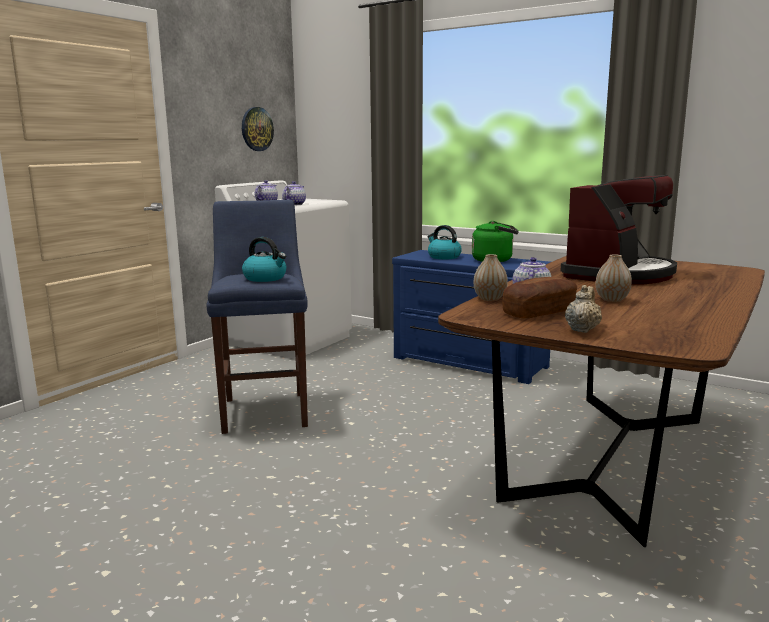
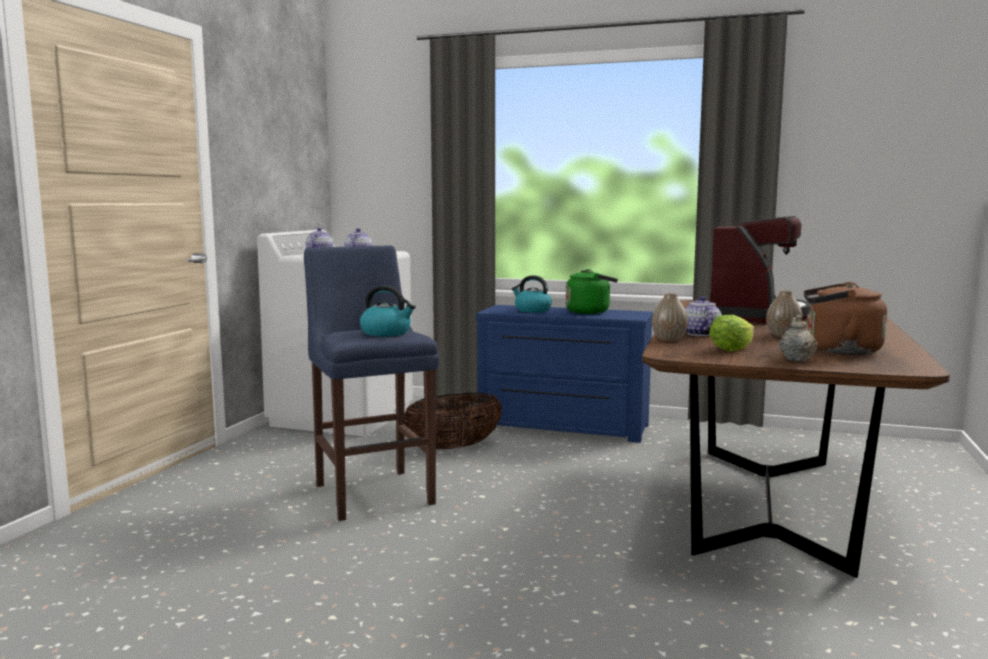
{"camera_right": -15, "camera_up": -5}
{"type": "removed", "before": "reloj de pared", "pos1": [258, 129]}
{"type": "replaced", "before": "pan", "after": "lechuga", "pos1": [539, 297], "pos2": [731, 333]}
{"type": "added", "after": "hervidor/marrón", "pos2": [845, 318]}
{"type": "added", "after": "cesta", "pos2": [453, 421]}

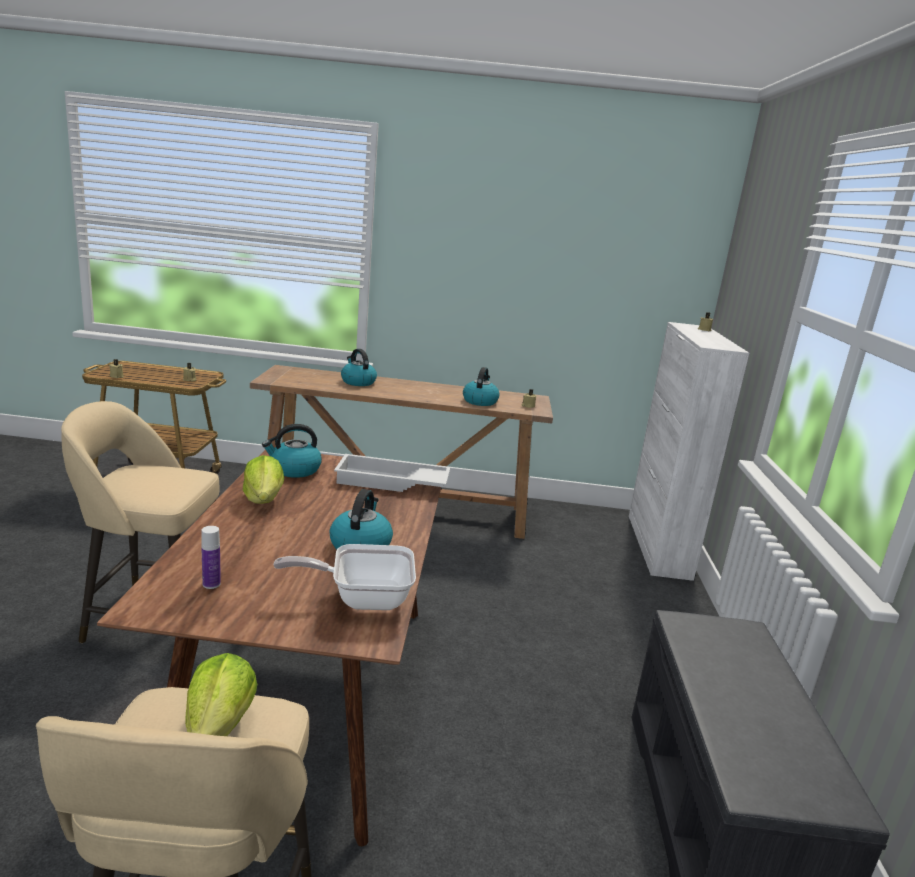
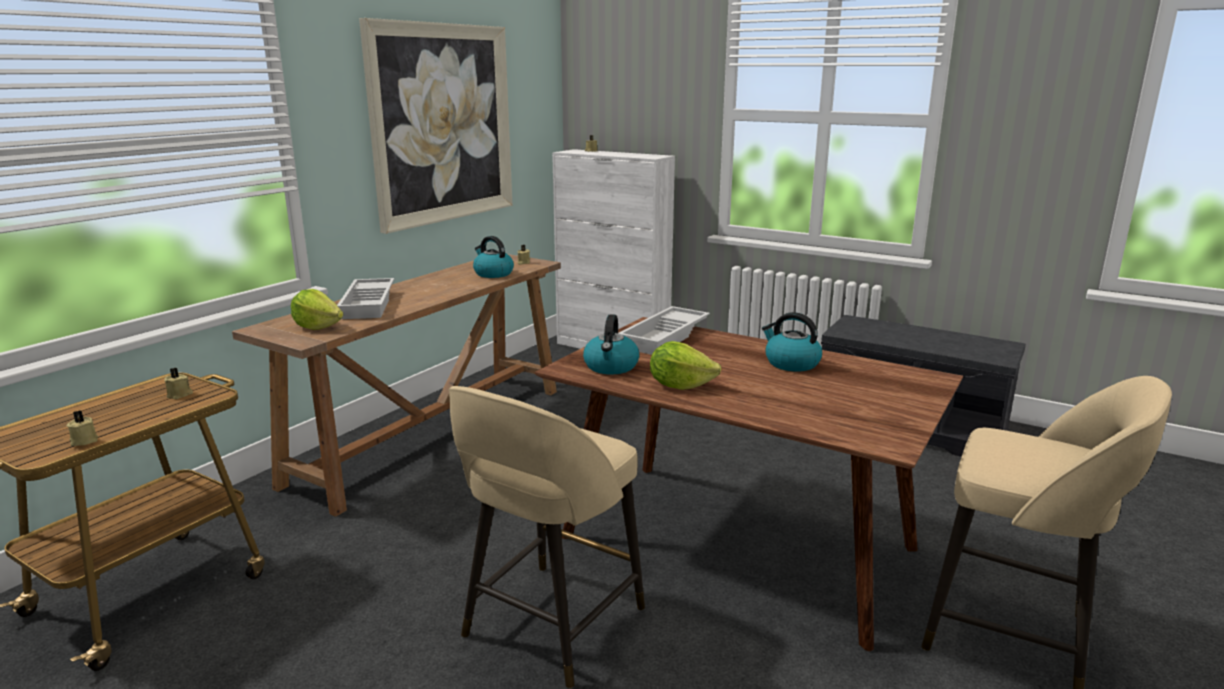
{"camera_right": -60, "camera_up": 0}
{"type": "replaced", "before": "hervidor", "after": "bandeja/blanco", "pos1": [359, 367], "pos2": [365, 298]}
{"type": "removed", "before": "botella", "pos1": [211, 557]}
{"type": "removed", "before": "sartén", "pos1": [345, 577]}
{"type": "moved", "before": "lechuga", "pos1": [221, 694], "pos2": [317, 309]}
{"type": "added", "after": "cuadro", "pos2": [436, 126]}

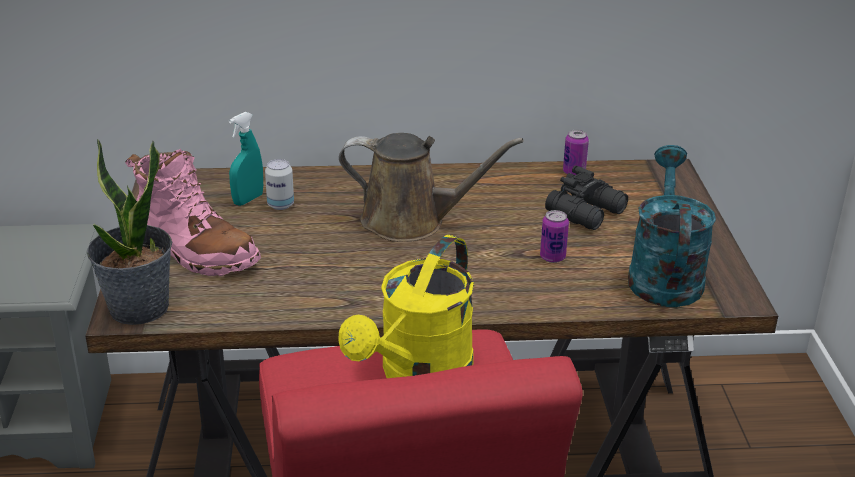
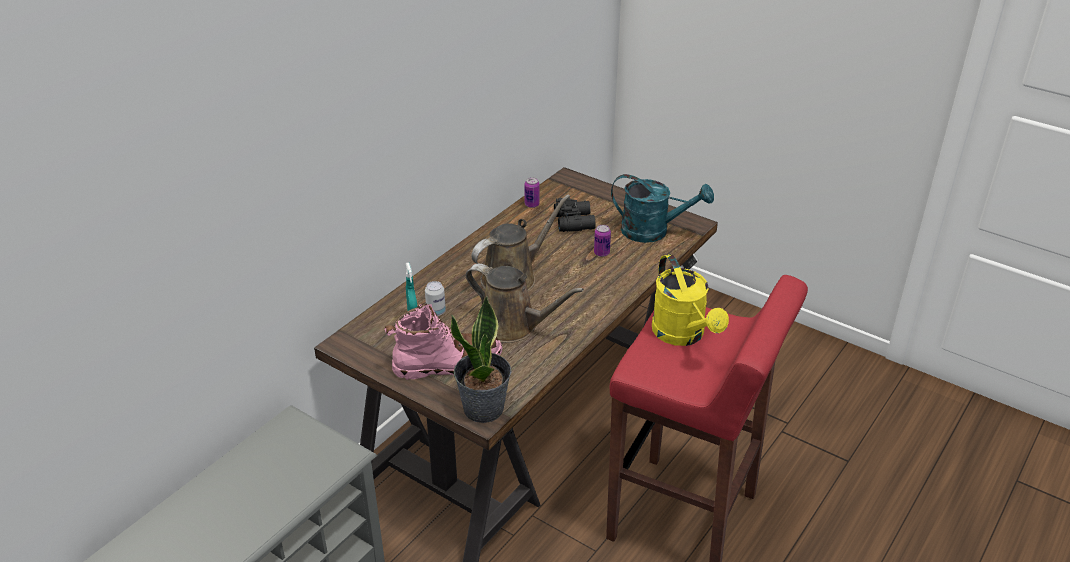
{"camera_right": -50, "camera_up": 5}
{"type": "turned", "before": "regadera/turquesa", "pos1": [672, 226], "pos2": [662, 208], "turn": 150}
{"type": "added", "after": "regadera/marrón", "pos2": [525, 303]}

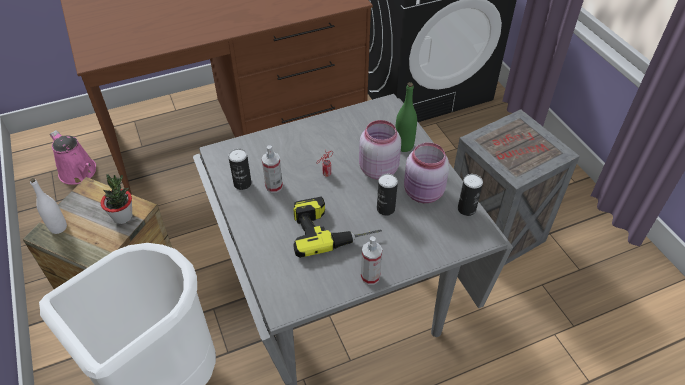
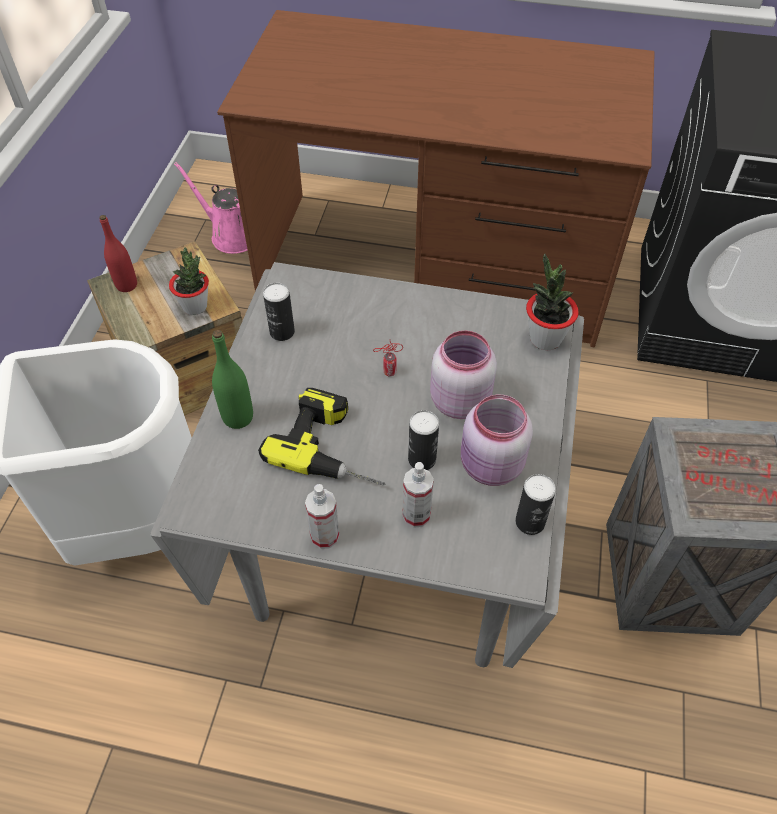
{"camera_right": 35, "camera_up": 5}
{"type": "moved", "before": "botella/verde", "pos1": [406, 117], "pos2": [232, 379]}
{"type": "turned", "before": "regadera/rosa", "pos1": [73, 157], "pos2": [211, 208], "turn": 135}
{"type": "moved", "before": "pulverizador", "pos1": [272, 169], "pos2": [418, 494]}
{"type": "recoloured", "before": "botella/blanco", "after": "botella/rojo", "pos1": [48, 206], "pos2": [118, 253]}
{"type": "added", "after": "planta en maceta", "pos2": [552, 302]}

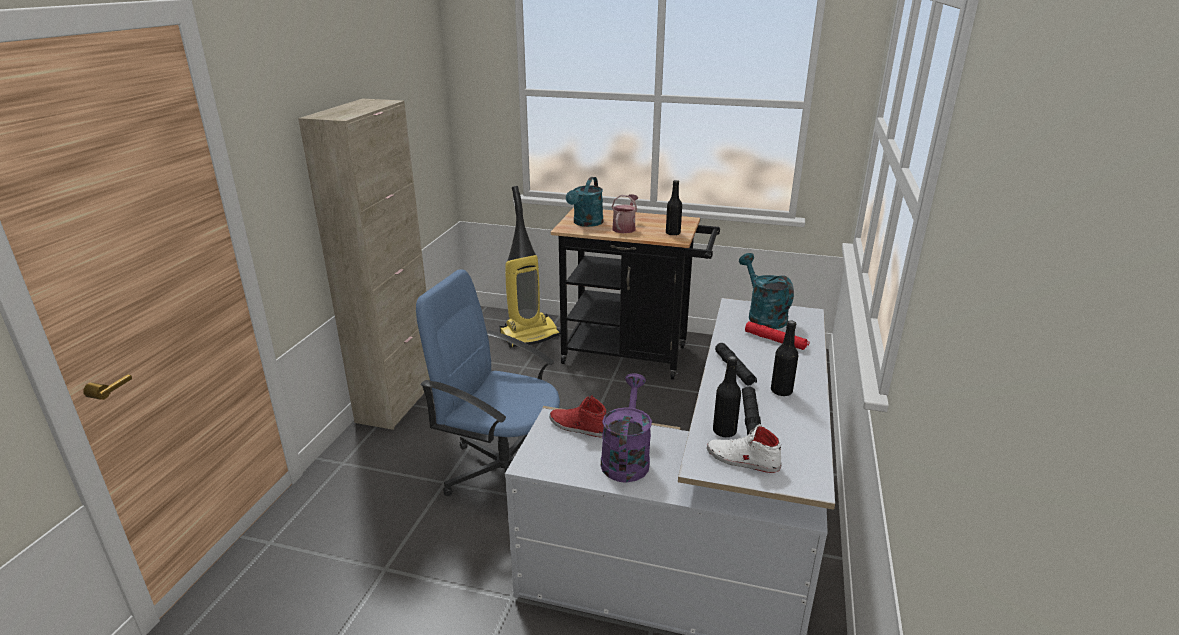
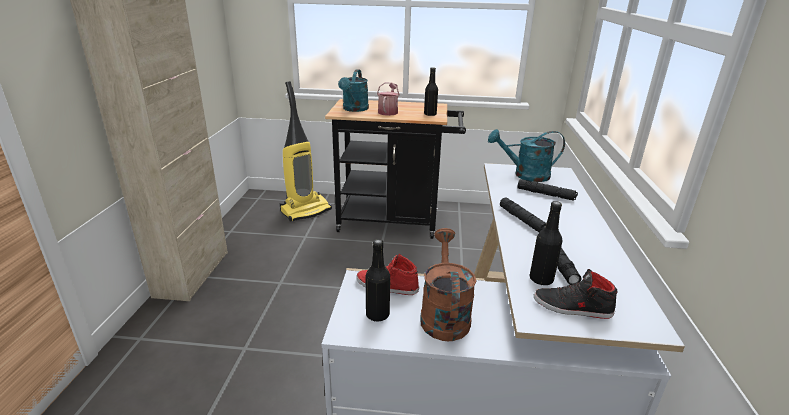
{"camera_right": -10, "camera_up": 0}
{"type": "turned", "before": "regadera/turquesa", "pos1": [766, 291], "pos2": [526, 155], "turn": -60}
{"type": "removed", "before": "silla de oficina/azul", "pos1": [488, 382]}
{"type": "recoloured", "before": "linterna/rojo", "after": "linterna/negro", "pos1": [777, 335], "pos2": [547, 190]}
{"type": "moved", "before": "botella/negro", "pos1": [785, 358], "pos2": [378, 280]}
{"type": "recoloured", "before": "regadera/morado", "after": "regadera/marrón", "pos1": [626, 427], "pos2": [448, 284]}
{"type": "recoloured", "before": "zapato/blanco", "after": "zapato/negro", "pos1": [744, 448], "pos2": [576, 294]}

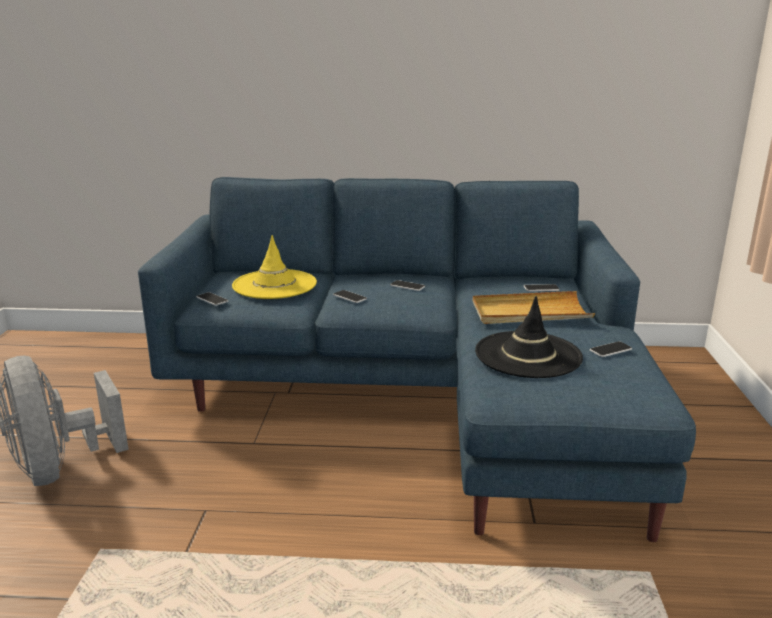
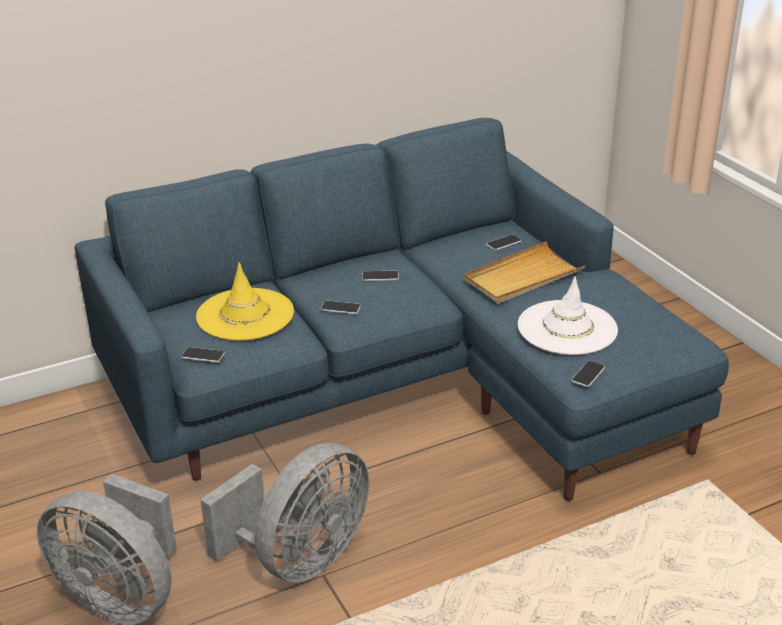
{"camera_right": -30, "camera_up": 10}
{"type": "recoloured", "before": "sombrero/negro", "after": "sombrero/blanco", "pos1": [529, 337], "pos2": [568, 315]}
{"type": "moved", "before": "móvil", "pos1": [611, 349], "pos2": [588, 374]}
{"type": "added", "after": "ventilador/gris", "pos2": [284, 512]}

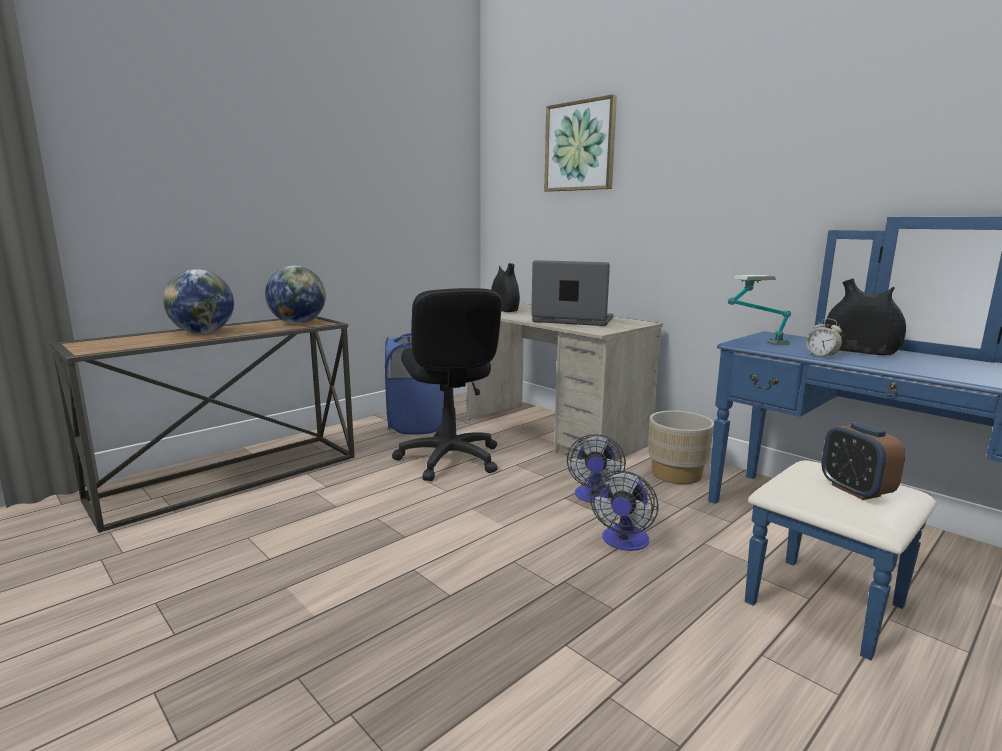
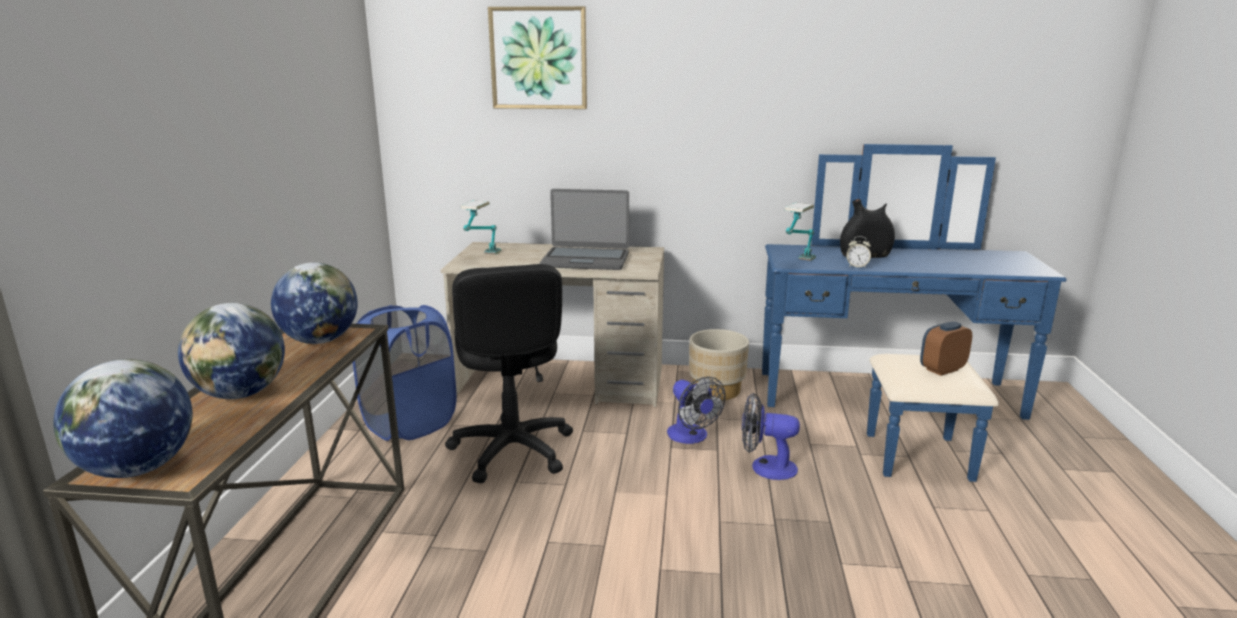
{"camera_right": -40, "camera_up": 5}
{"type": "turned", "before": "portátil", "pos1": [572, 293], "pos2": [584, 229], "turn": -150}
{"type": "replaced", "before": "florero/negro", "after": "lámpara de mesa", "pos1": [505, 287], "pos2": [480, 228]}
{"type": "turned", "before": "silla de oficina/negro", "pos1": [447, 384], "pos2": [509, 373], "turn": 45}
{"type": "turned", "before": "despertador", "pos1": [863, 461], "pos2": [946, 349], "turn": 120}
{"type": "turned", "before": "ventilador", "pos1": [624, 510], "pos2": [771, 436], "turn": 120}
{"type": "added", "after": "globo terráqueo", "pos2": [123, 418]}

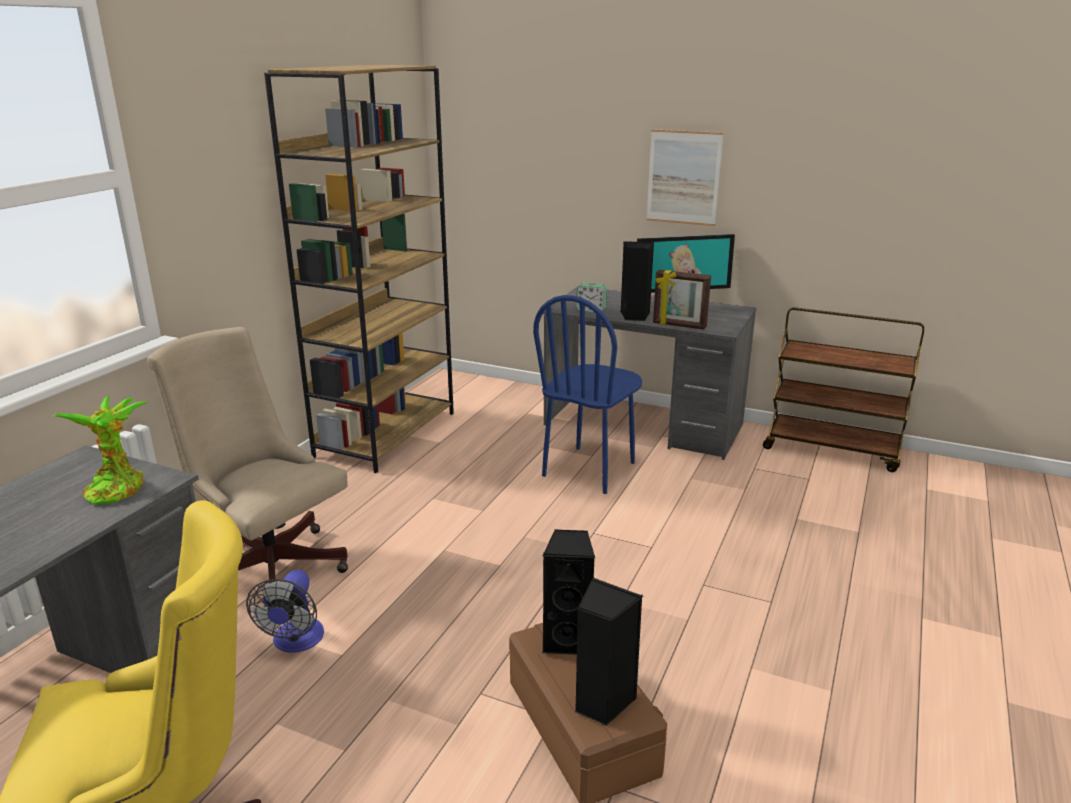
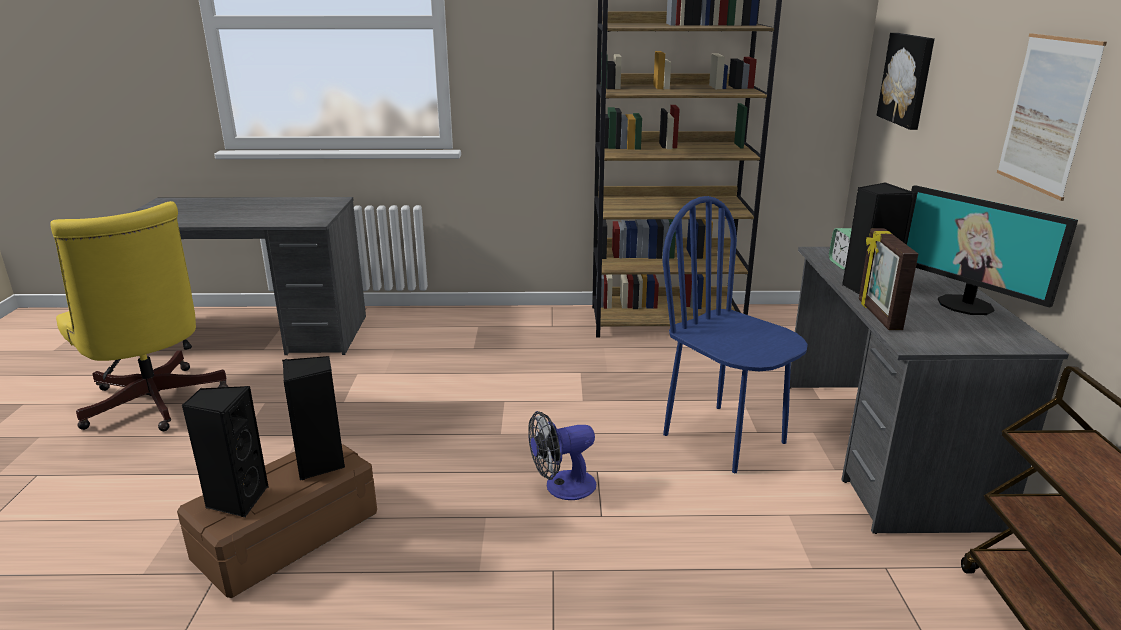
{"camera_right": 65, "camera_up": 0}
{"type": "turned", "before": "silla/azul", "pos1": [587, 394], "pos2": [735, 334], "turn": 45}
{"type": "removed", "before": "silla de oficina/beis", "pos1": [247, 467]}
{"type": "removed", "before": "planta en maceta", "pos1": [100, 450]}
{"type": "moved", "before": "ventilador", "pos1": [285, 611], "pos2": [562, 455]}
{"type": "added", "after": "cuadro", "pos2": [906, 81]}

